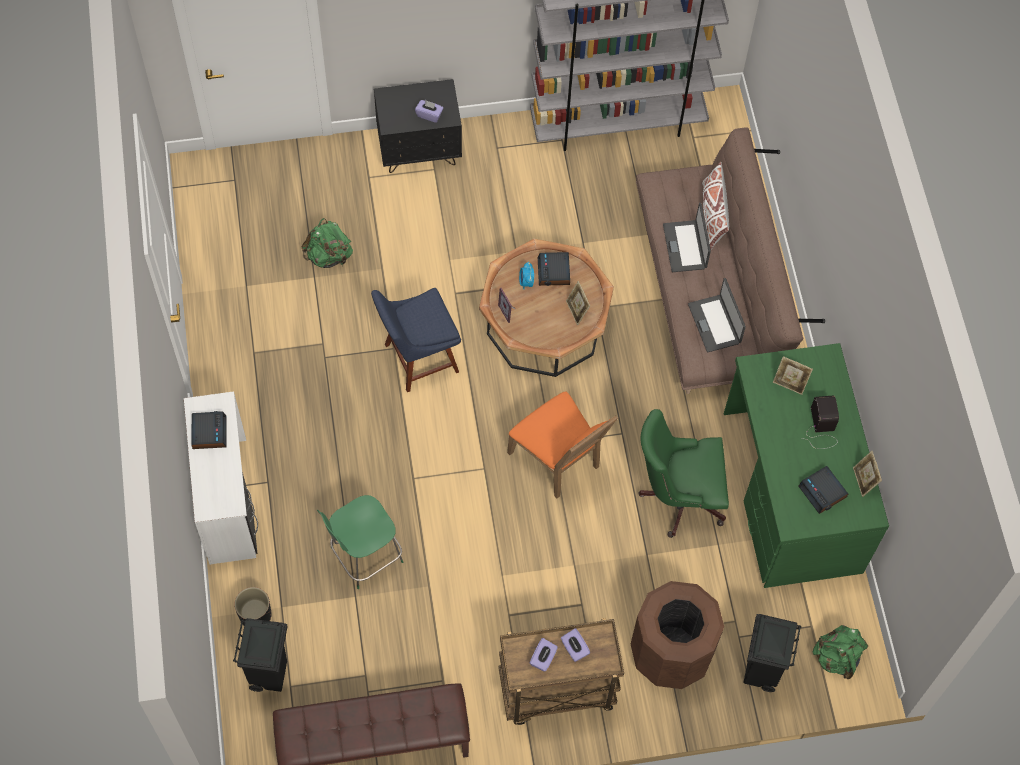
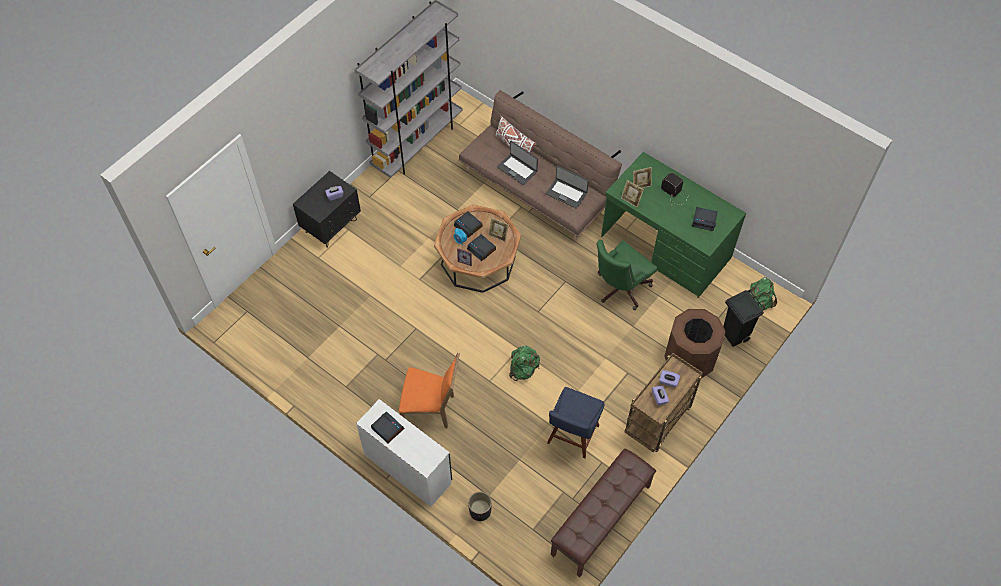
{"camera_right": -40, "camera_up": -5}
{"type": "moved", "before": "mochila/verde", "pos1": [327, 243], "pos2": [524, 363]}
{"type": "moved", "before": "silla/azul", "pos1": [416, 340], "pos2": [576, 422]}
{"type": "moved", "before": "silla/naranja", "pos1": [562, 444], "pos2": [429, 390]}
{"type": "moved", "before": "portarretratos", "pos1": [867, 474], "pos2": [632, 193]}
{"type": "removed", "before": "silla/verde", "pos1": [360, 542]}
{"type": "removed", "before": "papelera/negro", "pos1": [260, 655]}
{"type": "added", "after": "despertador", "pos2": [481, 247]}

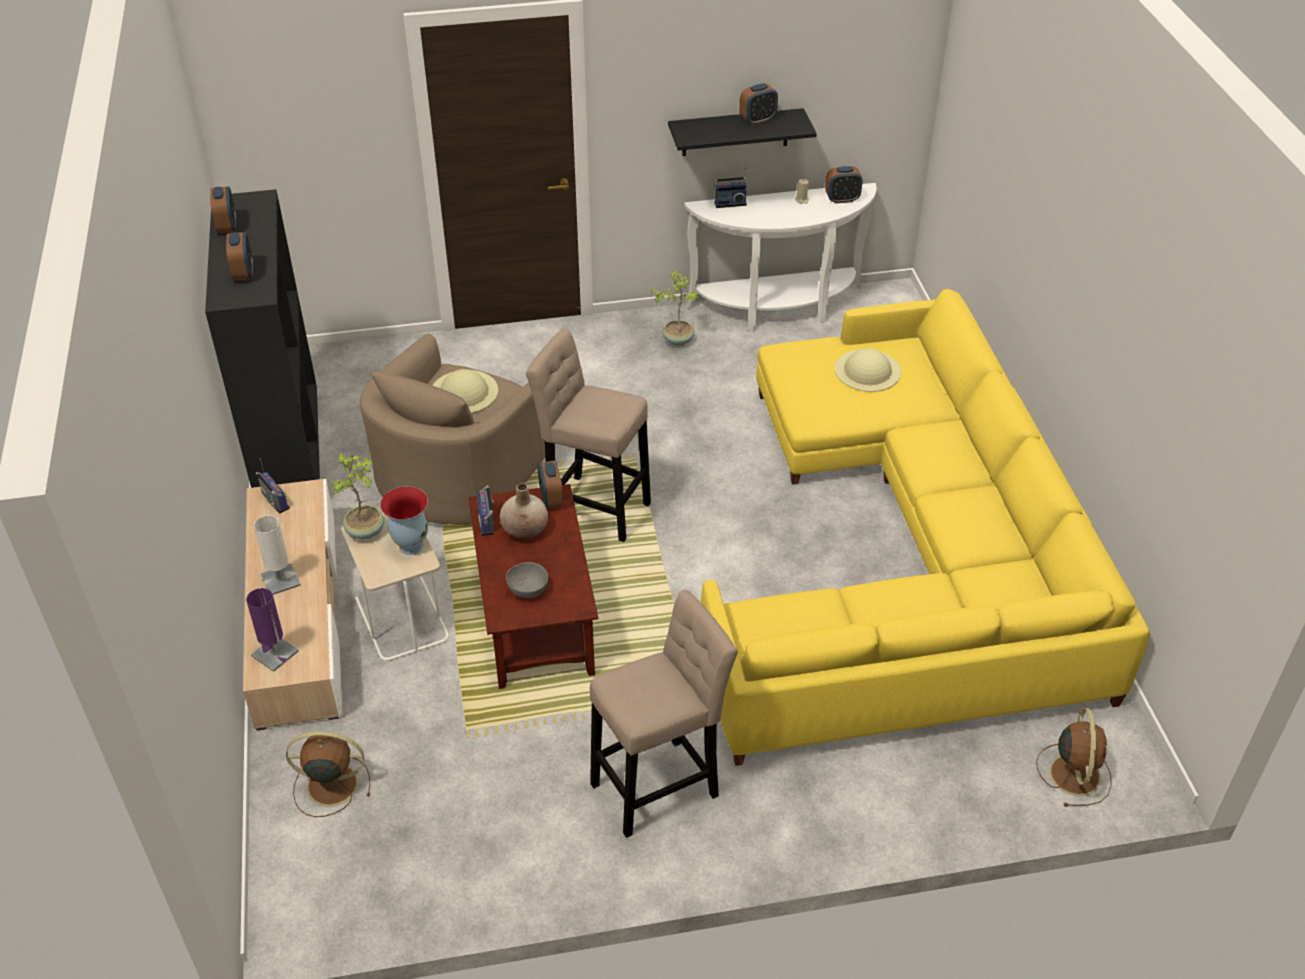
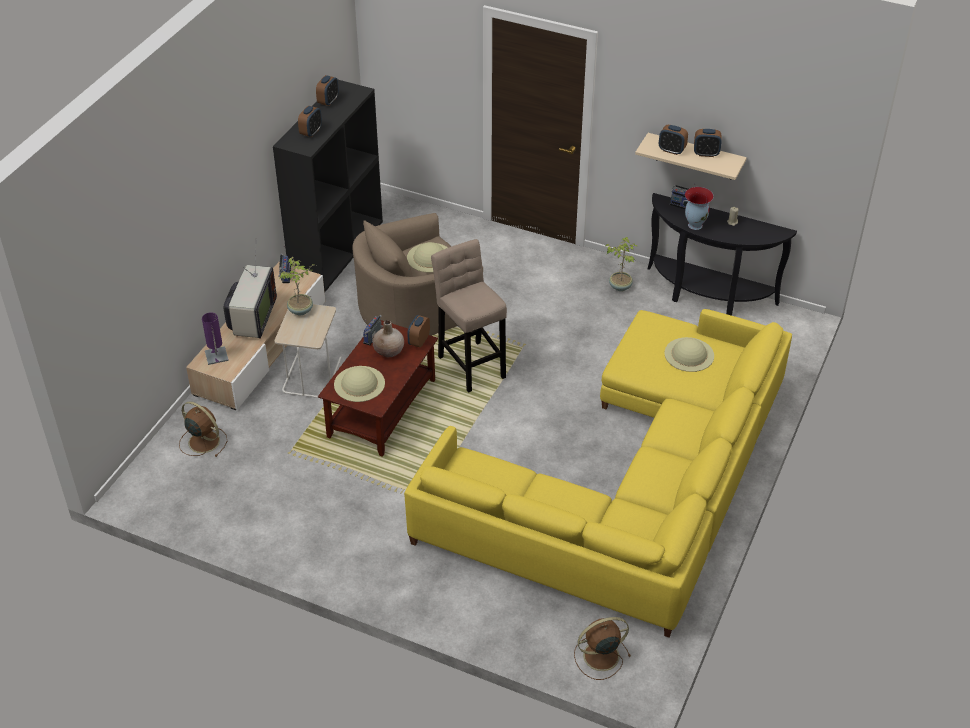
{"camera_right": 35, "camera_up": 0}
{"type": "recoloured", "before": "estante/negro", "after": "estante/beis", "pos1": [742, 132], "pos2": [691, 156]}
{"type": "moved", "before": "despertador", "pos1": [844, 185], "pos2": [673, 140]}
{"type": "recoloured", "before": "mesa consola/blanco", "after": "mesa consola/negro", "pos1": [780, 257], "pos2": [722, 254]}
{"type": "moved", "before": "florero", "pos1": [404, 520], "pos2": [699, 208]}
{"type": "replaced", "before": "lámpara de mesa/blanco", "after": "televisor", "pos1": [277, 555], "pos2": [250, 295]}
{"type": "replaced", "before": "cuenco/gris", "after": "sombrero/beis", "pos1": [527, 580], "pos2": [359, 384]}
{"type": "removed", "before": "taburete/beis", "pos1": [664, 714]}
{"type": "turned", "before": "ventilador/marrón", "pos1": [1074, 757], "pos2": [602, 648], "turn": -150}

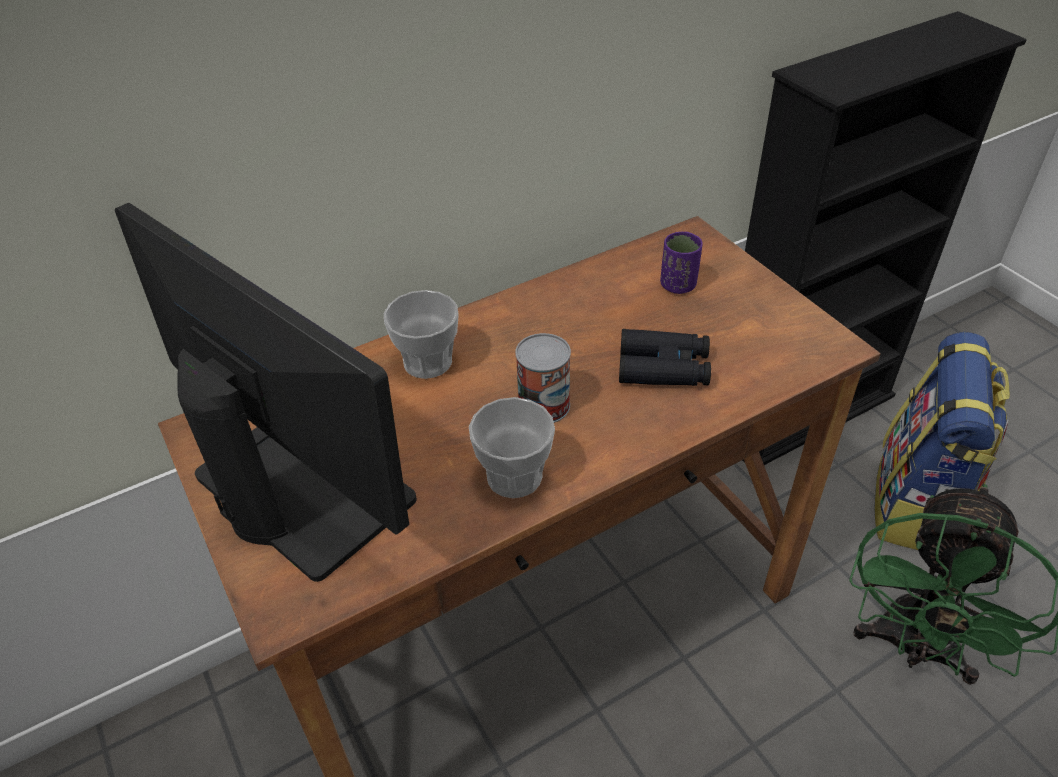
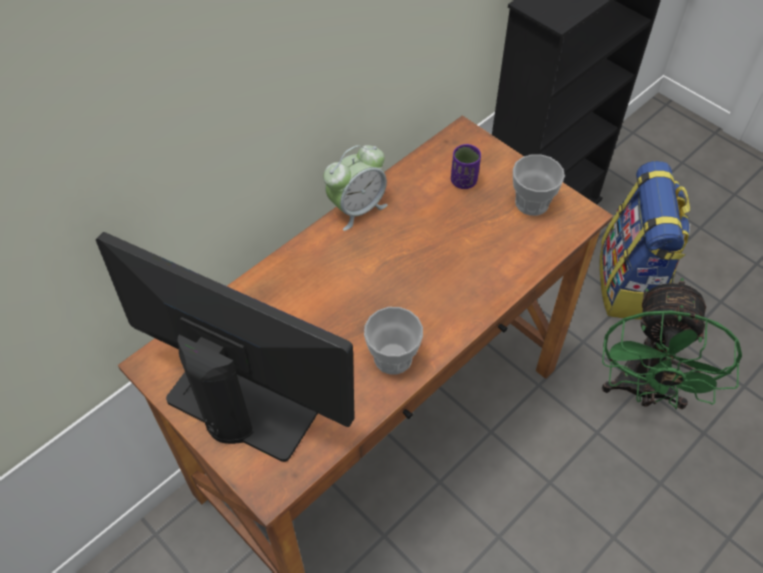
{"camera_right": -15, "camera_up": 10}
{"type": "moved", "before": "taza", "pos1": [421, 334], "pos2": [539, 185]}
{"type": "removed", "before": "prismáticos/negro", "pos1": [665, 357]}
{"type": "removed", "before": "lata", "pos1": [543, 378]}
{"type": "added", "after": "despertador", "pos2": [355, 188]}

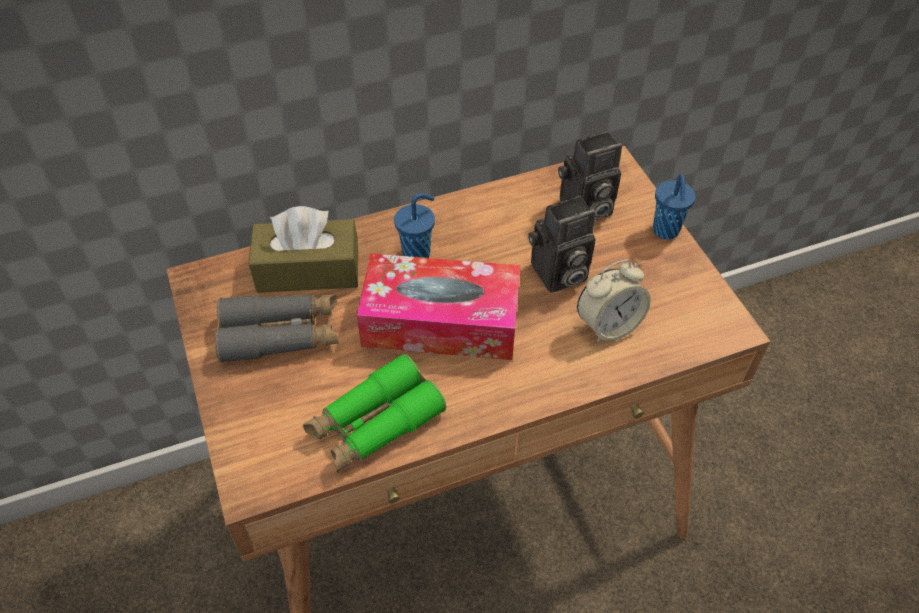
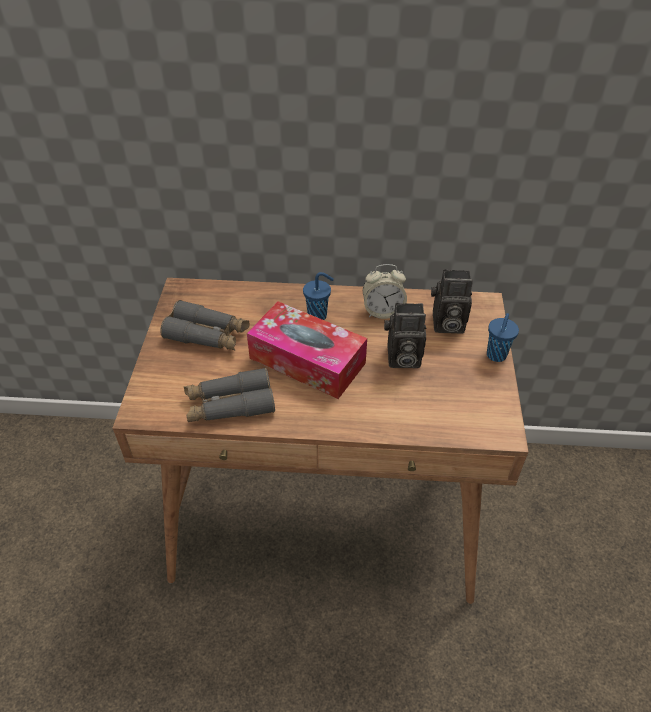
{"camera_right": 25, "camera_up": -5}
{"type": "removed", "before": "caja de pañuelos/marrón", "pos1": [303, 249]}
{"type": "moved", "before": "despertador", "pos1": [614, 301], "pos2": [385, 291]}
{"type": "recoloured", "before": "prismáticos/verde", "after": "prismáticos/gris", "pos1": [374, 413], "pos2": [229, 394]}

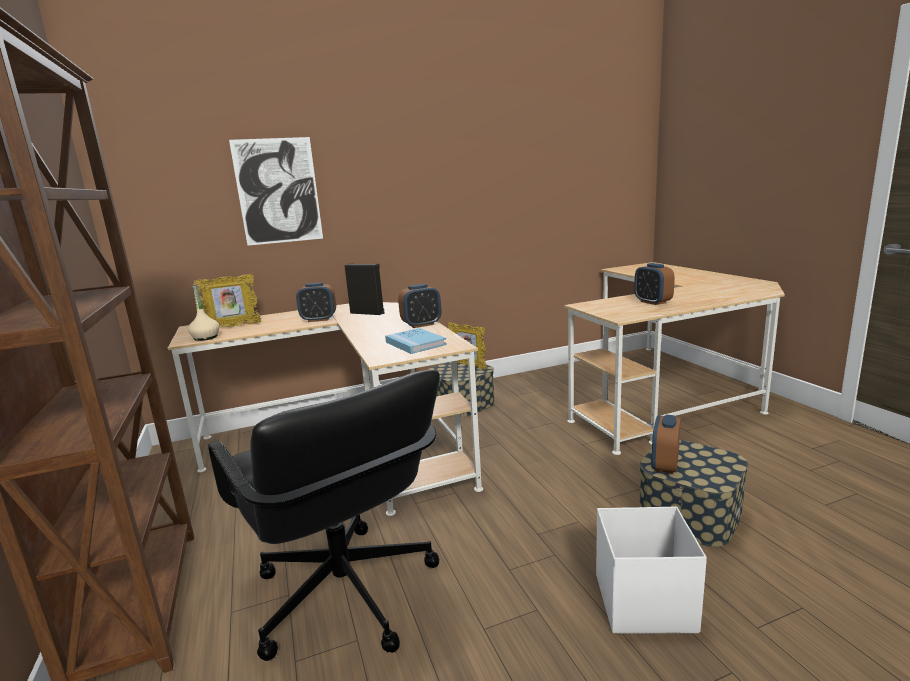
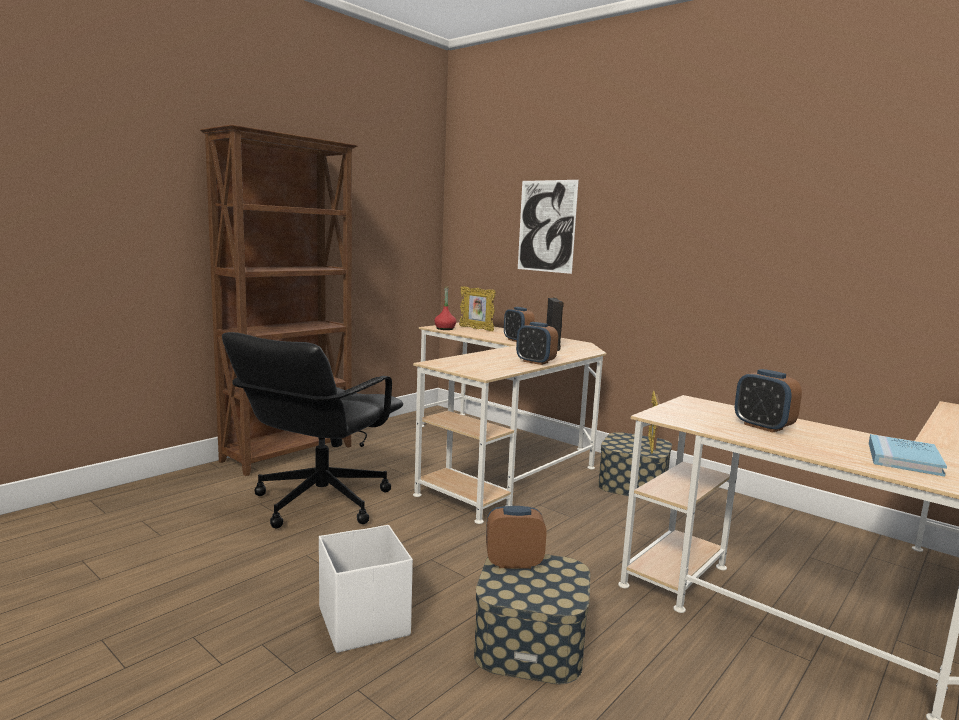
{"camera_right": 60, "camera_up": -5}
{"type": "turned", "before": "despertador", "pos1": [654, 284], "pos2": [768, 401], "turn": -75}
{"type": "recoloured", "before": "botella/beis", "after": "botella/rojo", "pos1": [203, 312], "pos2": [445, 308]}
{"type": "moved", "before": "libro/azul", "pos1": [416, 341], "pos2": [908, 455]}

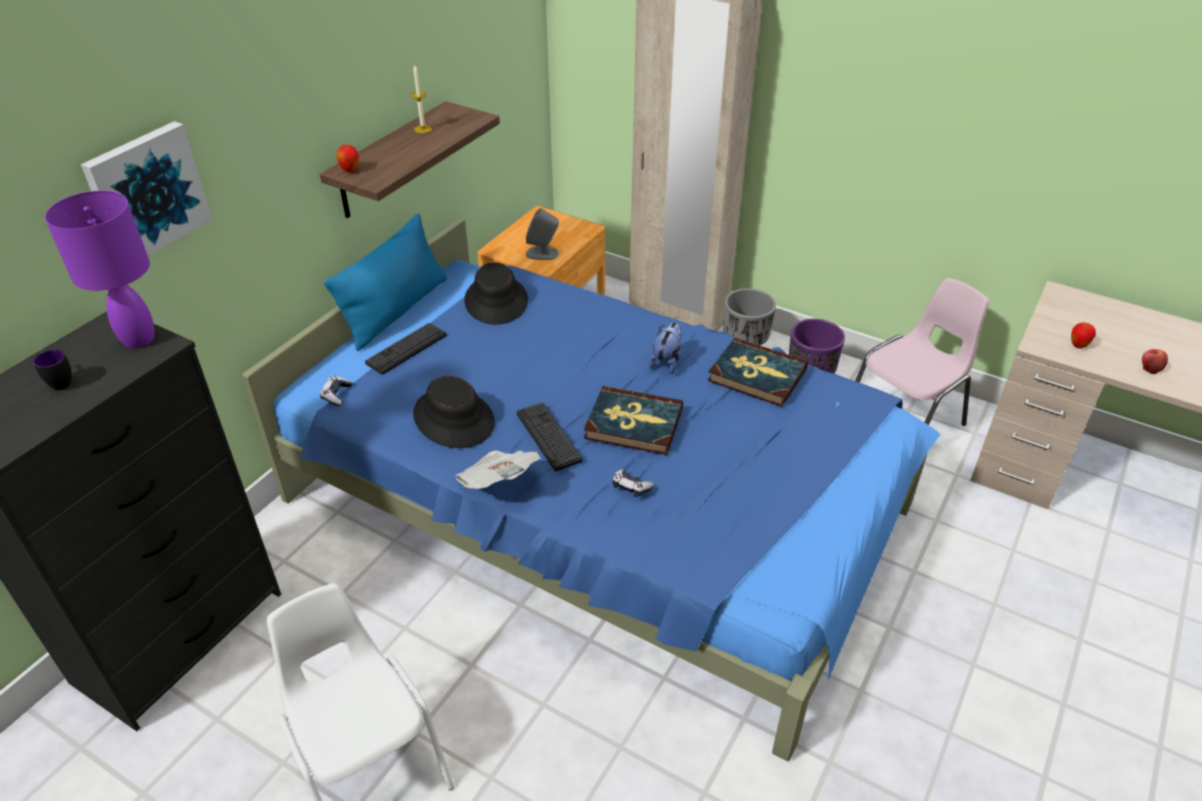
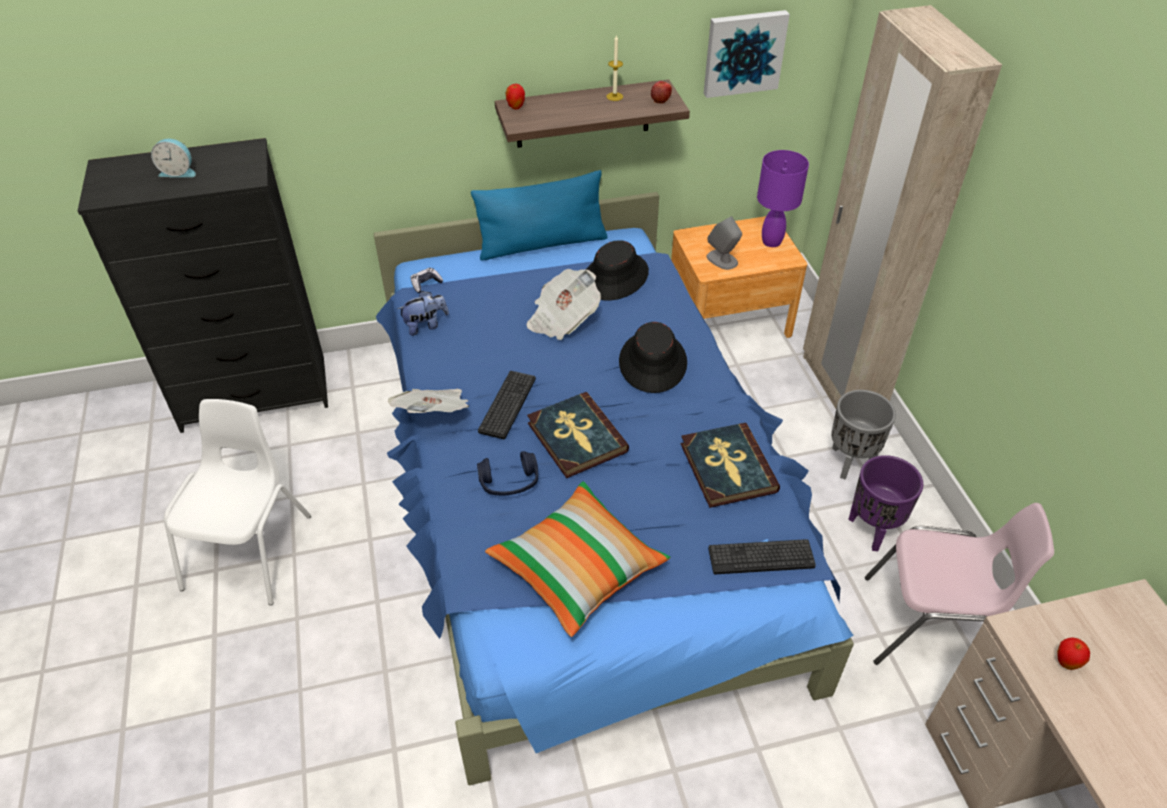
{"camera_right": 45, "camera_up": 5}
{"type": "moved", "before": "cuadro", "pos1": [146, 188], "pos2": [746, 54]}
{"type": "moved", "before": "lámpara de mesa/morado", "pos1": [99, 270], "pos2": [783, 198]}
{"type": "moved", "before": "peluche", "pos1": [665, 348], "pos2": [423, 313]}
{"type": "moved", "before": "teclado", "pos1": [406, 349], "pos2": [762, 556]}
{"type": "moved", "before": "manzana", "pos1": [1155, 361], "pos2": [661, 92]}
{"type": "replaced", "before": "taza grande", "after": "despertador", "pos1": [52, 370], "pos2": [173, 158]}
{"type": "moved", "before": "sombrero/negro", "pos1": [454, 412], "pos2": [653, 357]}
{"type": "replaced", "before": "mando de consola", "after": "auriculares/azul", "pos1": [633, 483], "pos2": [507, 473]}
{"type": "added", "after": "periódico", "pos2": [563, 304]}
{"type": "added", "after": "cojín", "pos2": [577, 559]}

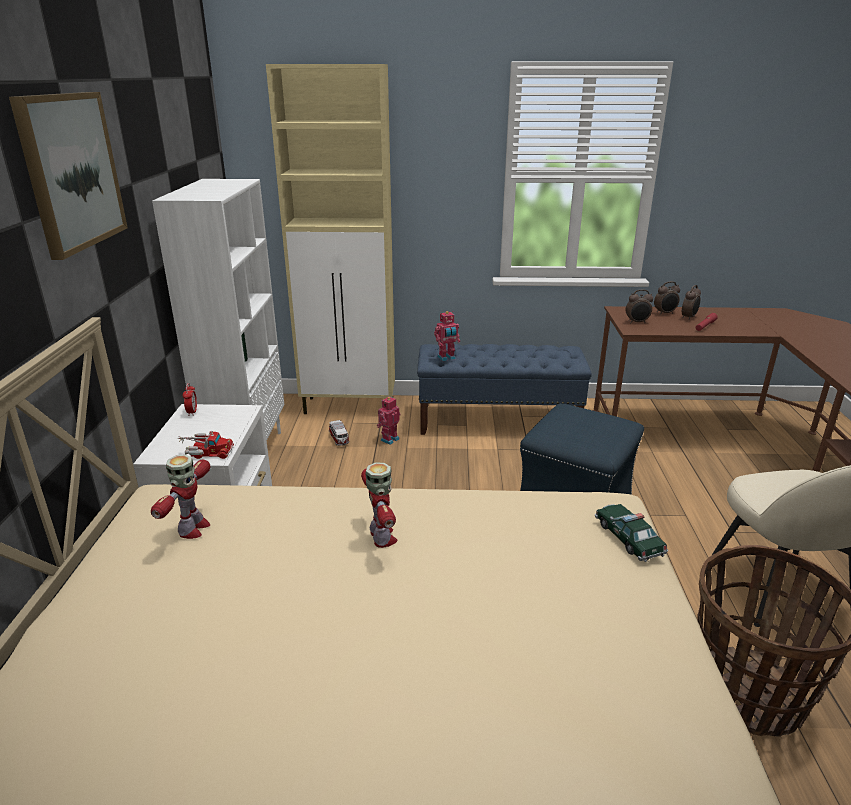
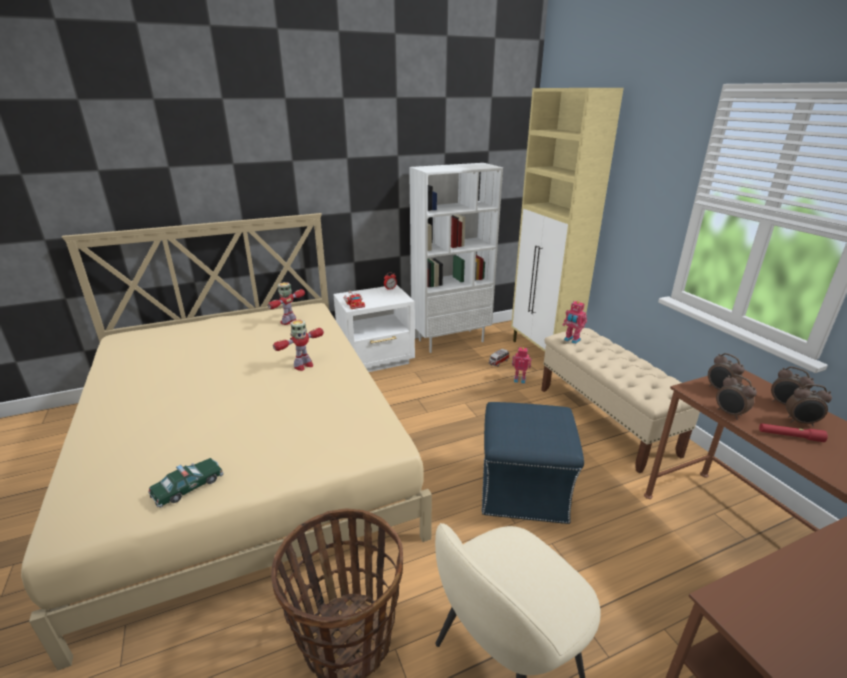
{"camera_right": 65, "camera_up": 0}
{"type": "removed", "before": "cuadro", "pos1": [68, 176]}
{"type": "recoloured", "before": "banco/azul", "after": "banco/beis", "pos1": [504, 389], "pos2": [620, 400]}
{"type": "turned", "before": "robot de juguete", "pos1": [180, 497], "pos2": [286, 303], "turn": 135}
{"type": "moved", "before": "coche de juguete", "pos1": [631, 533], "pos2": [185, 483]}
{"type": "added", "after": "despertador", "pos2": [736, 397]}

